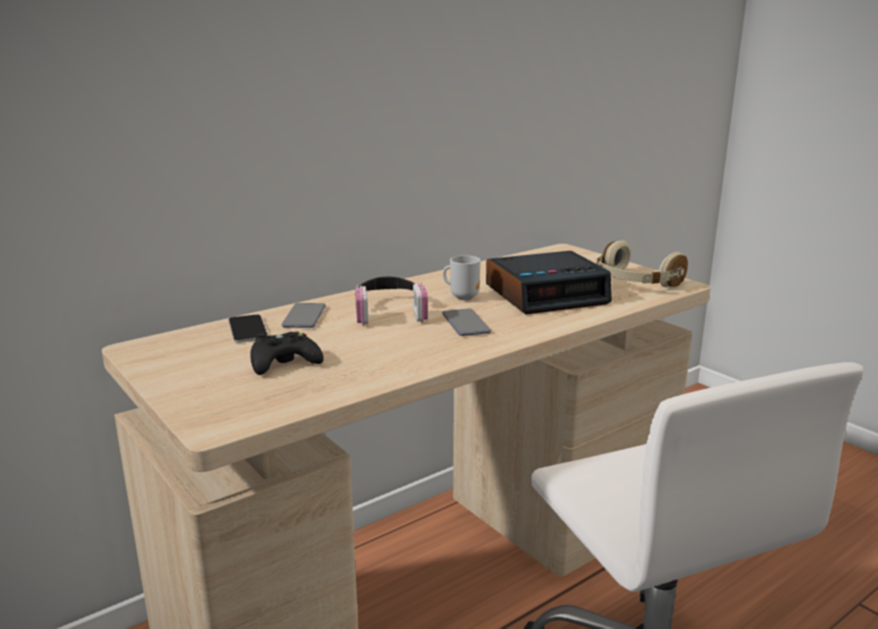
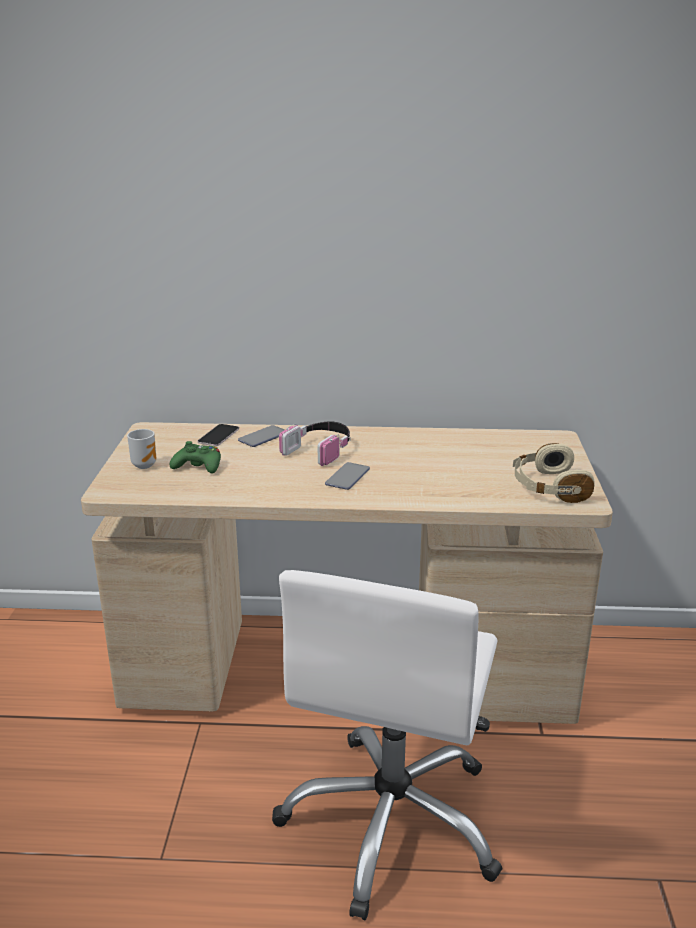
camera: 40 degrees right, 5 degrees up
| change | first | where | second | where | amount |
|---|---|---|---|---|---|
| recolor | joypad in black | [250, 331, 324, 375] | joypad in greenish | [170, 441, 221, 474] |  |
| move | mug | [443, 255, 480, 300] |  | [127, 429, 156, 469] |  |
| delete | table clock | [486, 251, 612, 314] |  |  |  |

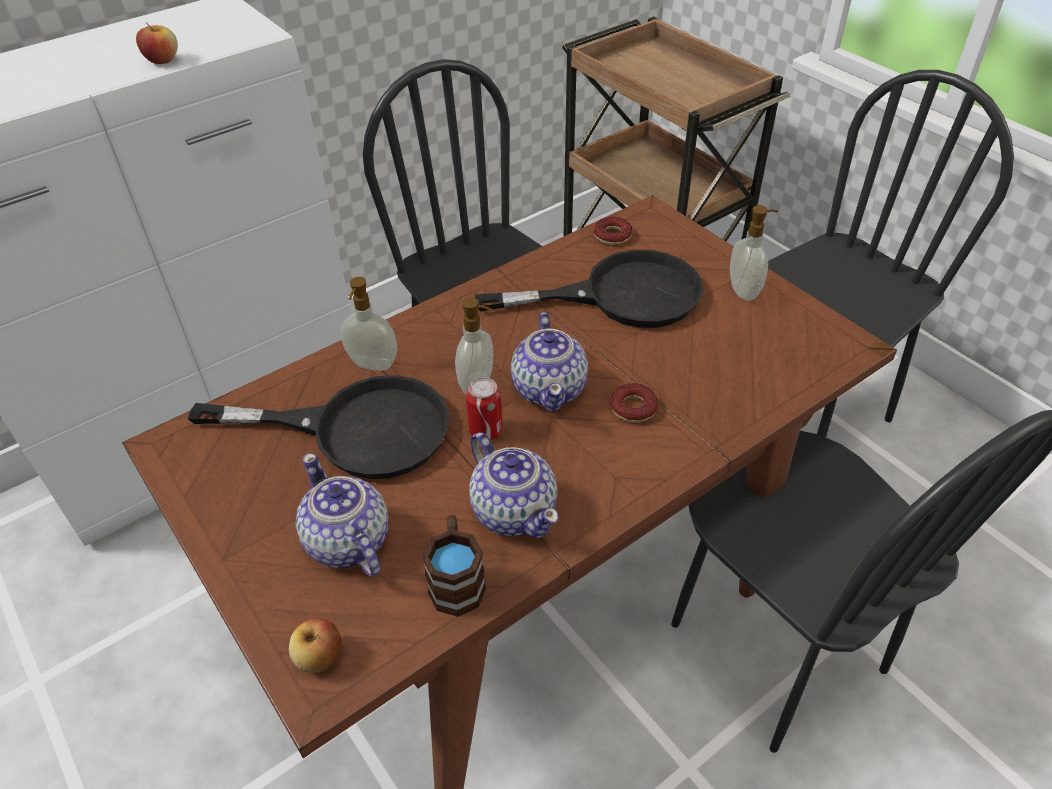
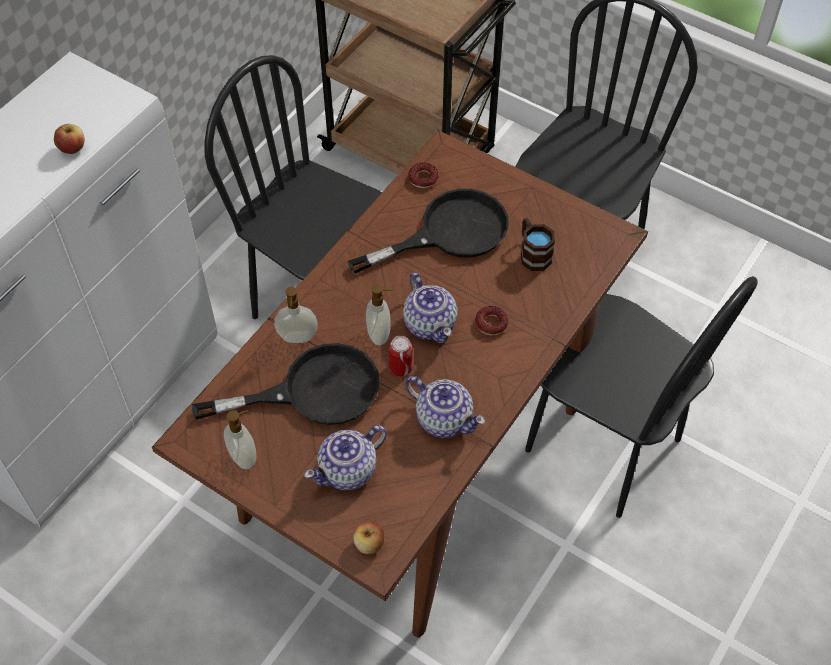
camera: 20 degrees left, 10 degrees up
| change | first | where | second | where | amount |
|---|---|---|---|---|---|
| rotate | teapot | [296, 453, 388, 576] |  | [304, 425, 387, 491] | 75 degrees counterclockwise |
| move | mug in brown-coloured | [422, 515, 486, 617] |  | [521, 218, 555, 271] |  |
| move | soap bottle | [730, 205, 779, 301] |  | [224, 410, 257, 469] |  |

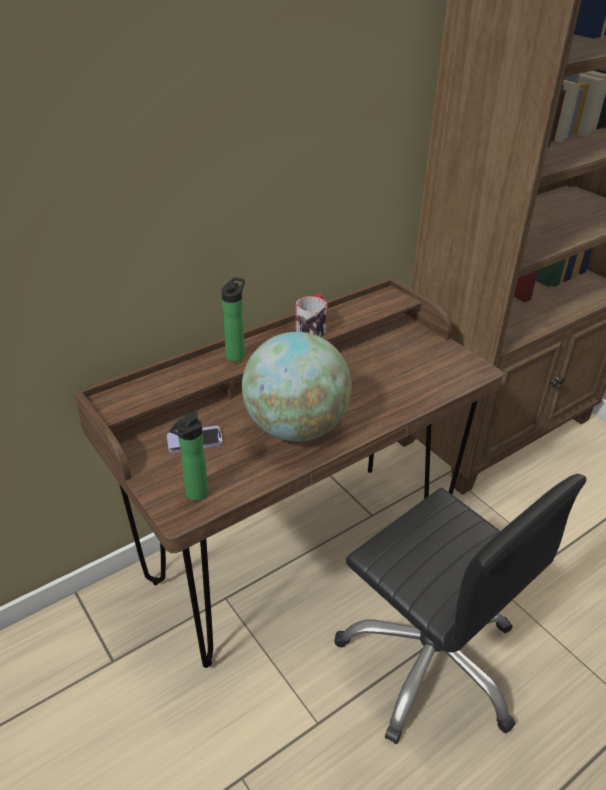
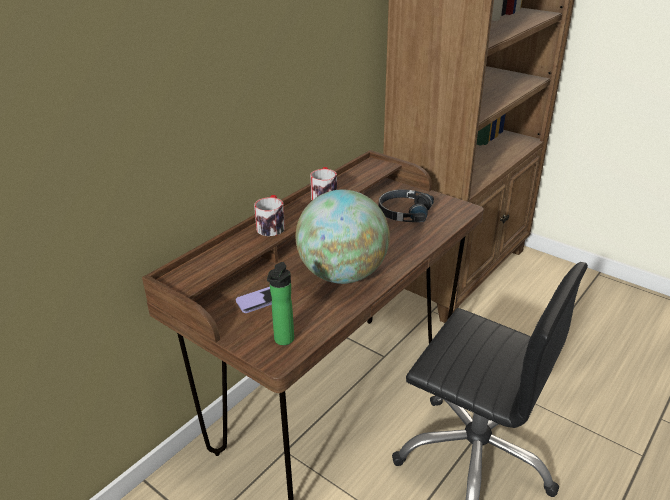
camera: 15 degrees left, 5 degrees down
| change | first | where | second | where | amount |
|---|---|---|---|---|---|
| replace | drink bottle | [221, 277, 245, 362] | mug | [254, 195, 285, 236] |  |
| insert |  |  | headphones in black | [379, 189, 434, 222] |  |

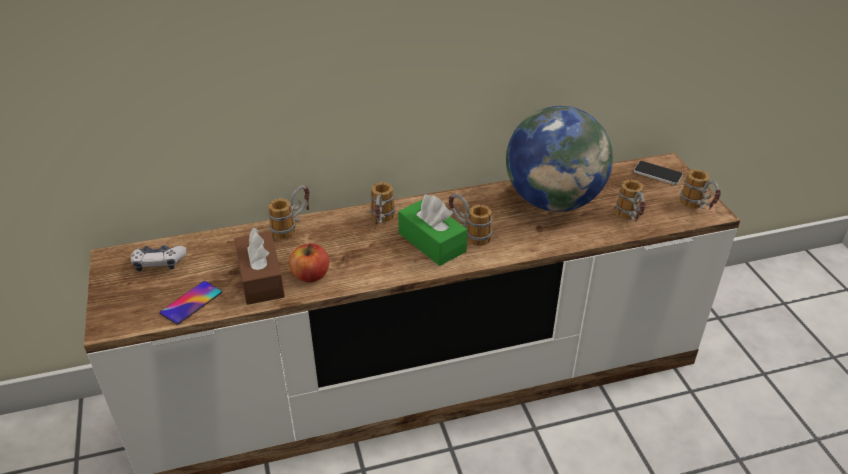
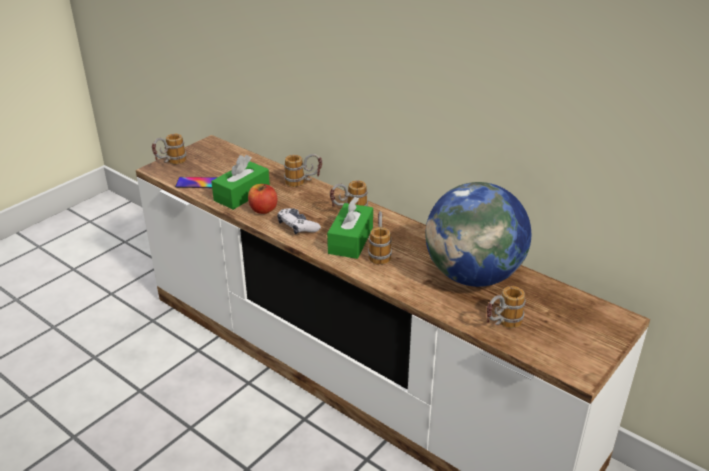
camera: 55 degrees right, 5 degrees down
| change | first | where | second | where | amount |
|---|---|---|---|---|---|
| move | joypad | [131, 245, 187, 272] |  | [277, 208, 321, 234] |  |
| recolor | box of tissues in brown-coloured | [234, 228, 285, 305] | box of tissues in greenish | [211, 155, 270, 210] |  |
| delete | phone | [634, 161, 683, 185] |  |  |  |
| move | mug | [680, 170, 721, 210] |  | [152, 134, 186, 164] |  |

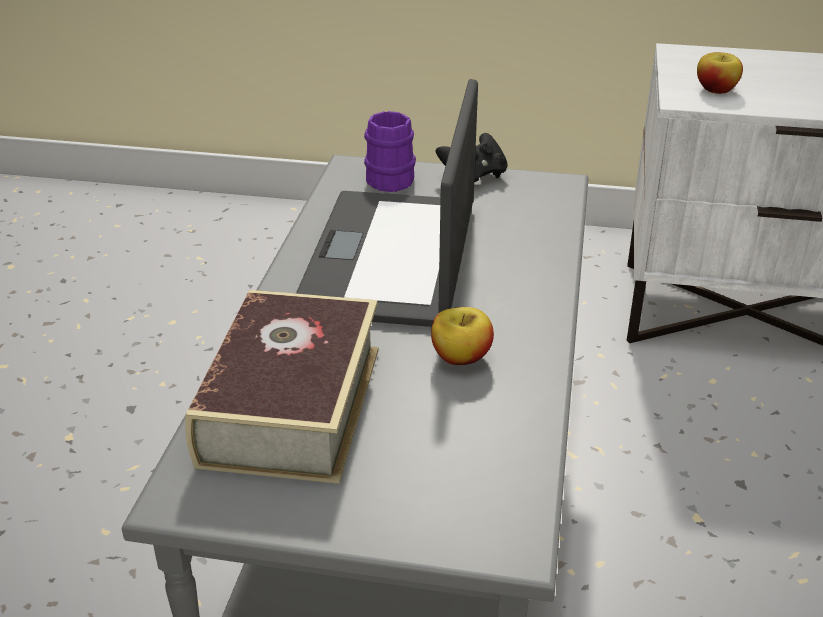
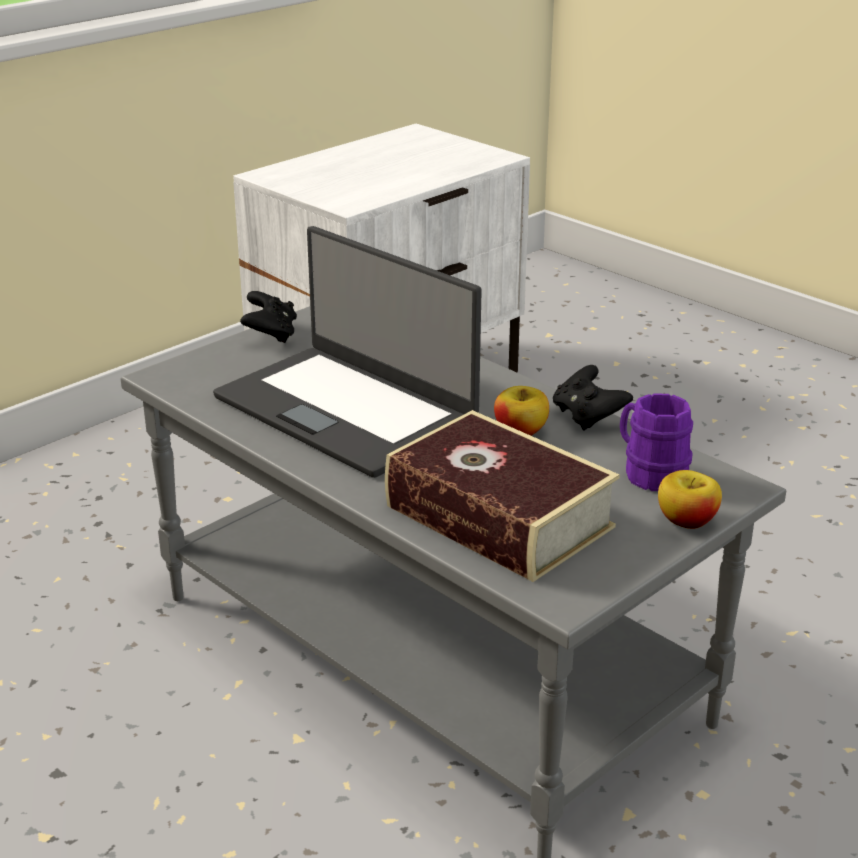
camera: 55 degrees left, 5 degrees down
| change | first | where | second | where | amount |
|---|---|---|---|---|---|
| move | mug in purple | [364, 111, 416, 192] |  | [620, 393, 693, 491] |  |
| move | apple | [697, 52, 743, 94] |  | [658, 470, 722, 529] |  |
| insert |  |  | joypad in black | [553, 365, 633, 431] |  |

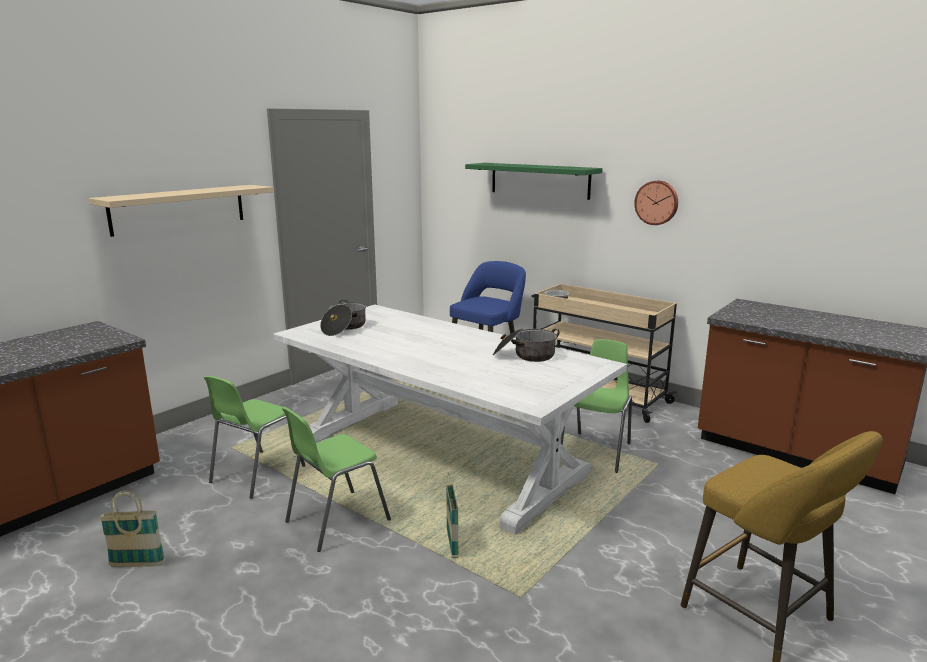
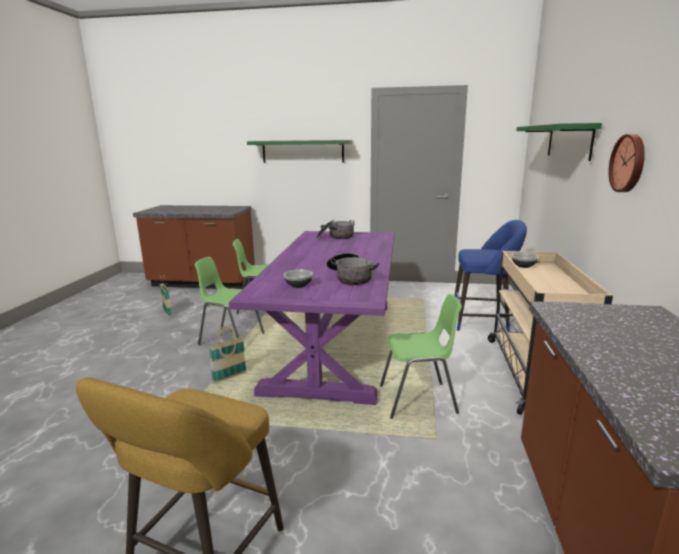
camera: 60 degrees right, 0 degrees up
| change | first | where | second | where | amount |
|---|---|---|---|---|---|
| recolor | bracket shelf in sand-coloured | [88, 185, 274, 237] | bracket shelf in greenish | [247, 140, 352, 163] |  |
| recolor | dinner table in white | [273, 305, 627, 535] | dinner table in purple | [229, 231, 394, 405] |  |
| insert |  |  | bowl | [284, 269, 313, 288] |  |

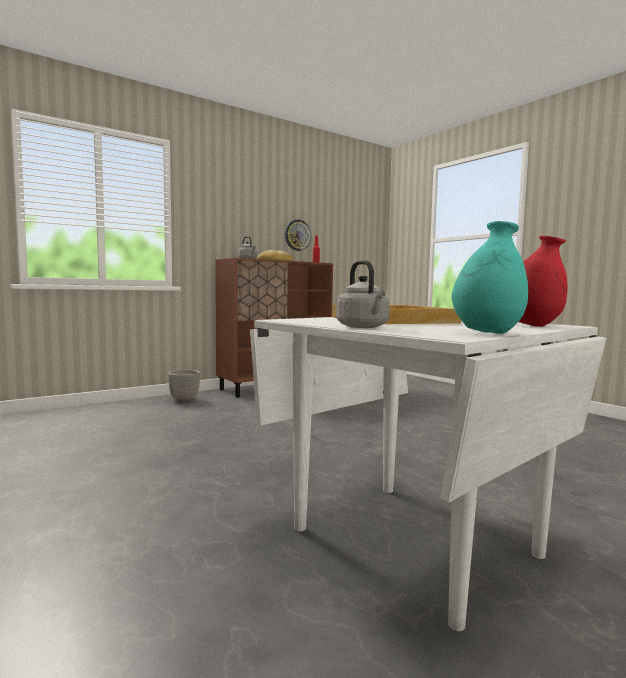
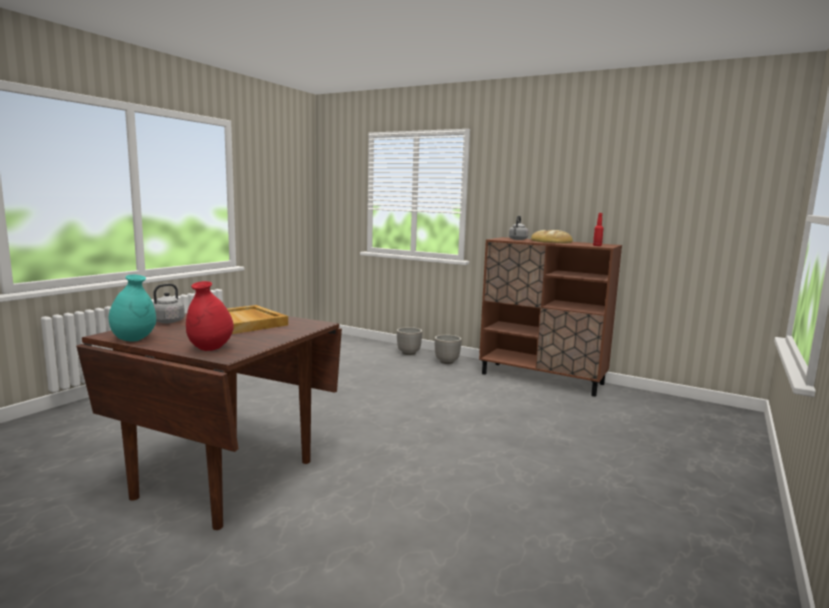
camera: 65 degrees right, 5 degrees up
| change | first | where | second | where | amount |
|---|---|---|---|---|---|
| recolor | dinner table in white | [250, 317, 606, 631] | dinner table in brown-coloured | [76, 313, 342, 530] |  |
| delete | hanging clock | [285, 220, 312, 251] |  |  |  |
| insert |  |  | planter | [397, 327, 422, 355] |  |

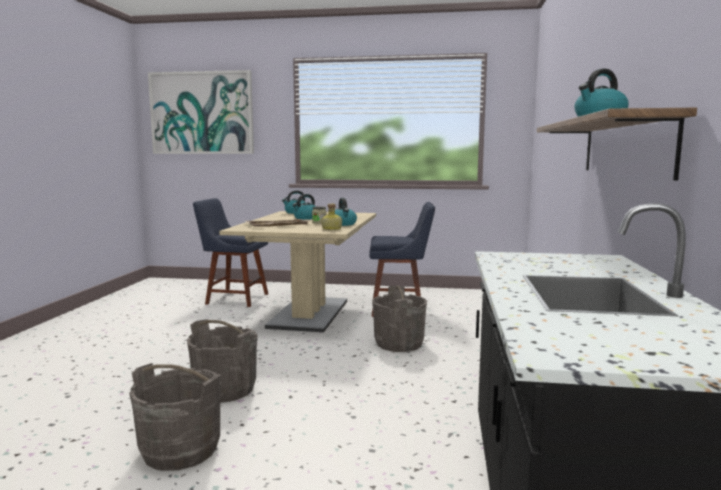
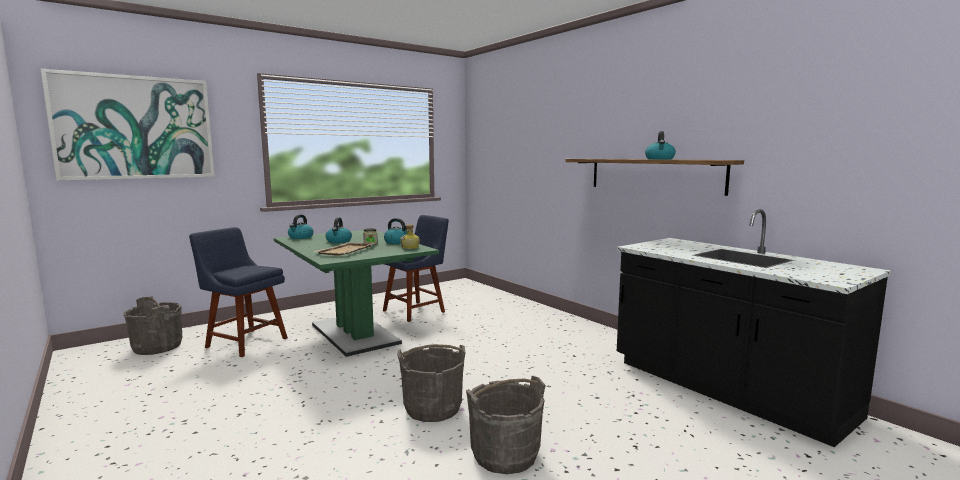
camera: 45 degrees left, 0 degrees up
| change | first | where | second | where | amount |
|---|---|---|---|---|---|
| rotate | chair in bluish | [193, 198, 268, 307] |  | [189, 227, 288, 357] | 60 degrees clockwise |
| recolor | dinner table in sand-coloured | [219, 211, 376, 332] | dinner table in greenish | [274, 230, 439, 357] |  |
| move | pail in grey | [372, 285, 427, 352] |  | [123, 297, 182, 355] |  |

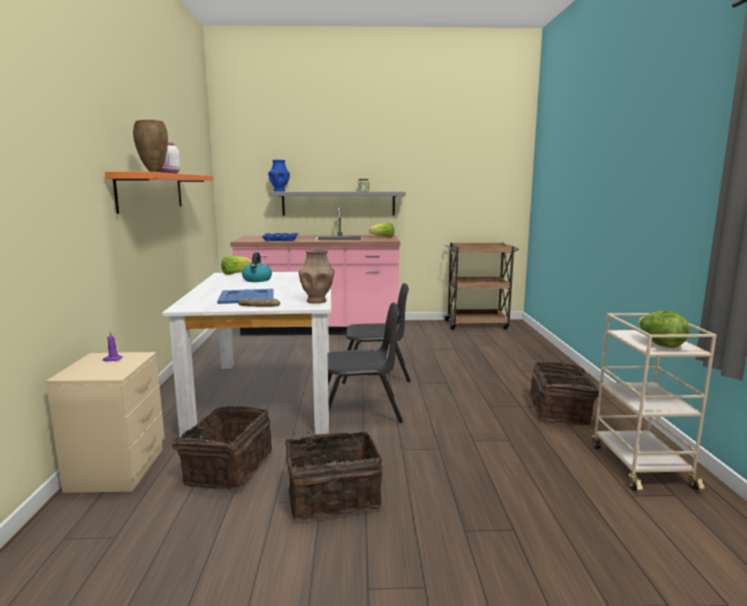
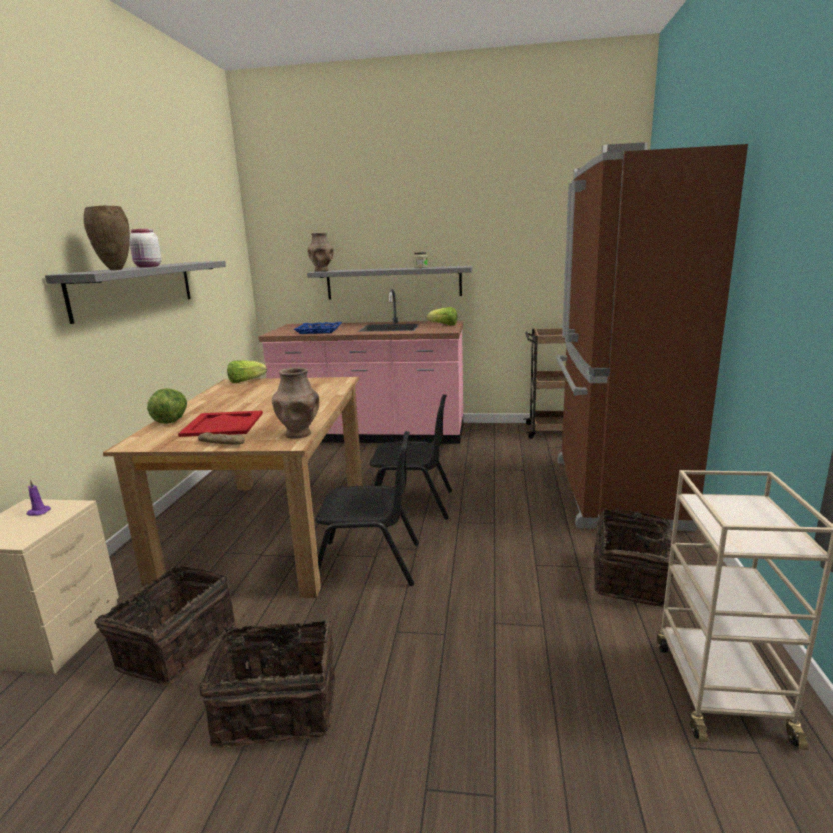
camera: 10 degrees right, 5 degrees up
| change | first | where | second | where | amount |
|---|---|---|---|---|---|
| recolor | bracket shelf in orange-coloured | [105, 172, 214, 214] | bracket shelf in grey | [45, 261, 226, 324] |  |
| recolor | dinner table in white | [162, 272, 331, 437] | dinner table in brown-coloured | [103, 377, 362, 598] |  |
| recolor | carrying tray in bluish | [217, 289, 274, 304] | carrying tray in red-coloured | [178, 411, 263, 437] |  |
| delete | kettle | [242, 252, 272, 282] |  |  |  |
| recolor | decorative vase in bluish | [268, 160, 290, 191] | decorative vase in brown-coloured | [307, 233, 334, 272] |  |
| move | lettuce | [638, 310, 690, 348] |  | [147, 388, 187, 424] |  |
| insert |  |  | kitchen fridge in brown-coloured | [556, 142, 748, 531] |  |

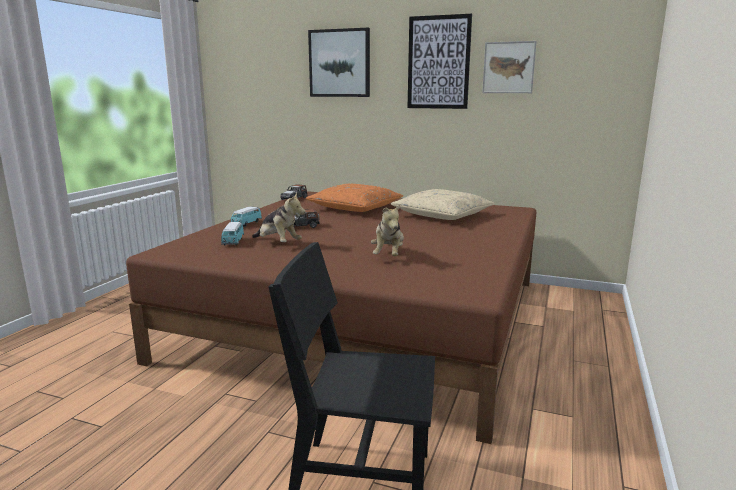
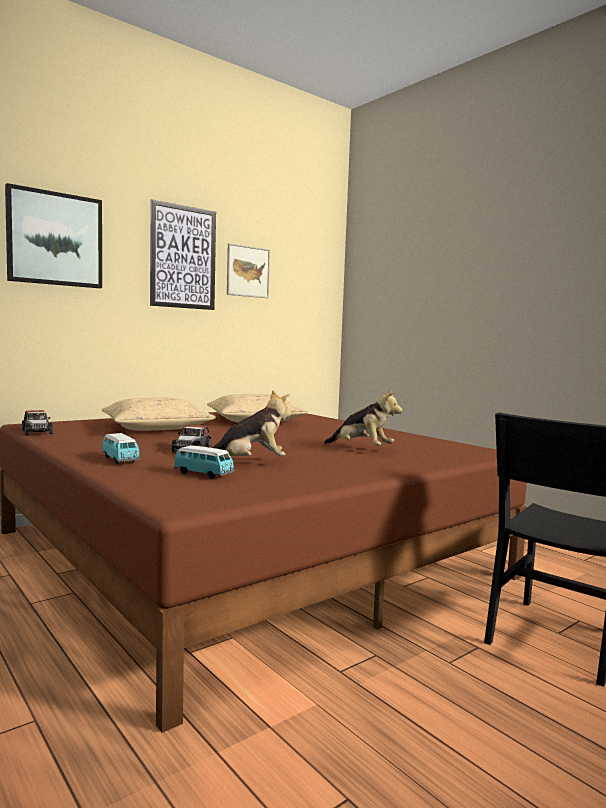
camera: 60 degrees left, 10 degrees down
| change | first | where | second | where | amount |
|---|---|---|---|---|---|
| recolor | throw pillow in orange-coloured | [306, 184, 403, 212] | throw pillow in sand-coloured | [102, 397, 216, 431] |  |

